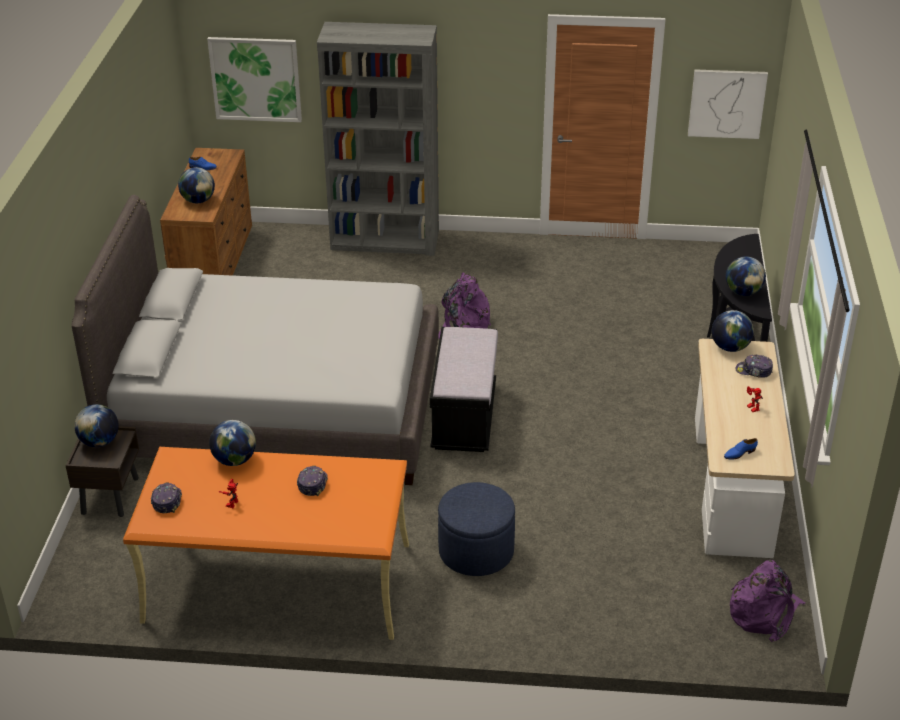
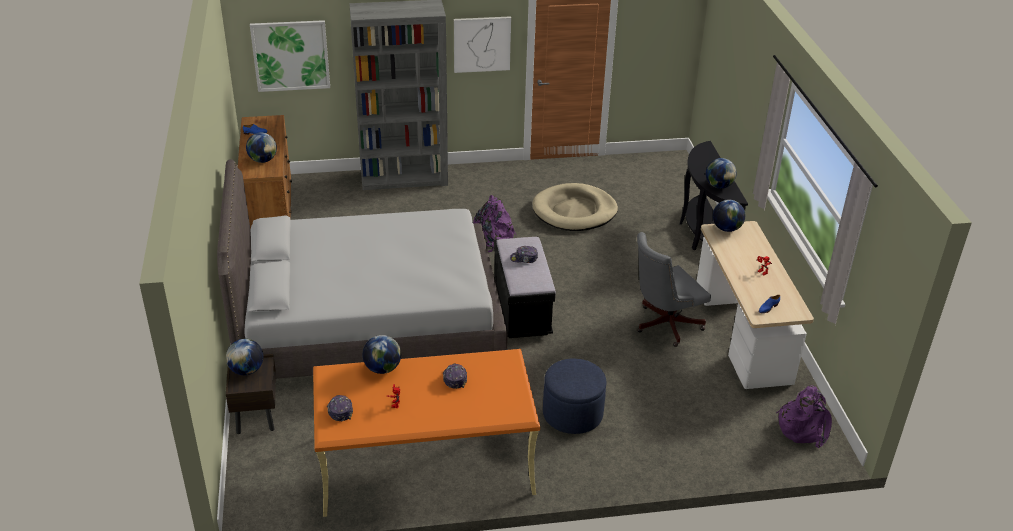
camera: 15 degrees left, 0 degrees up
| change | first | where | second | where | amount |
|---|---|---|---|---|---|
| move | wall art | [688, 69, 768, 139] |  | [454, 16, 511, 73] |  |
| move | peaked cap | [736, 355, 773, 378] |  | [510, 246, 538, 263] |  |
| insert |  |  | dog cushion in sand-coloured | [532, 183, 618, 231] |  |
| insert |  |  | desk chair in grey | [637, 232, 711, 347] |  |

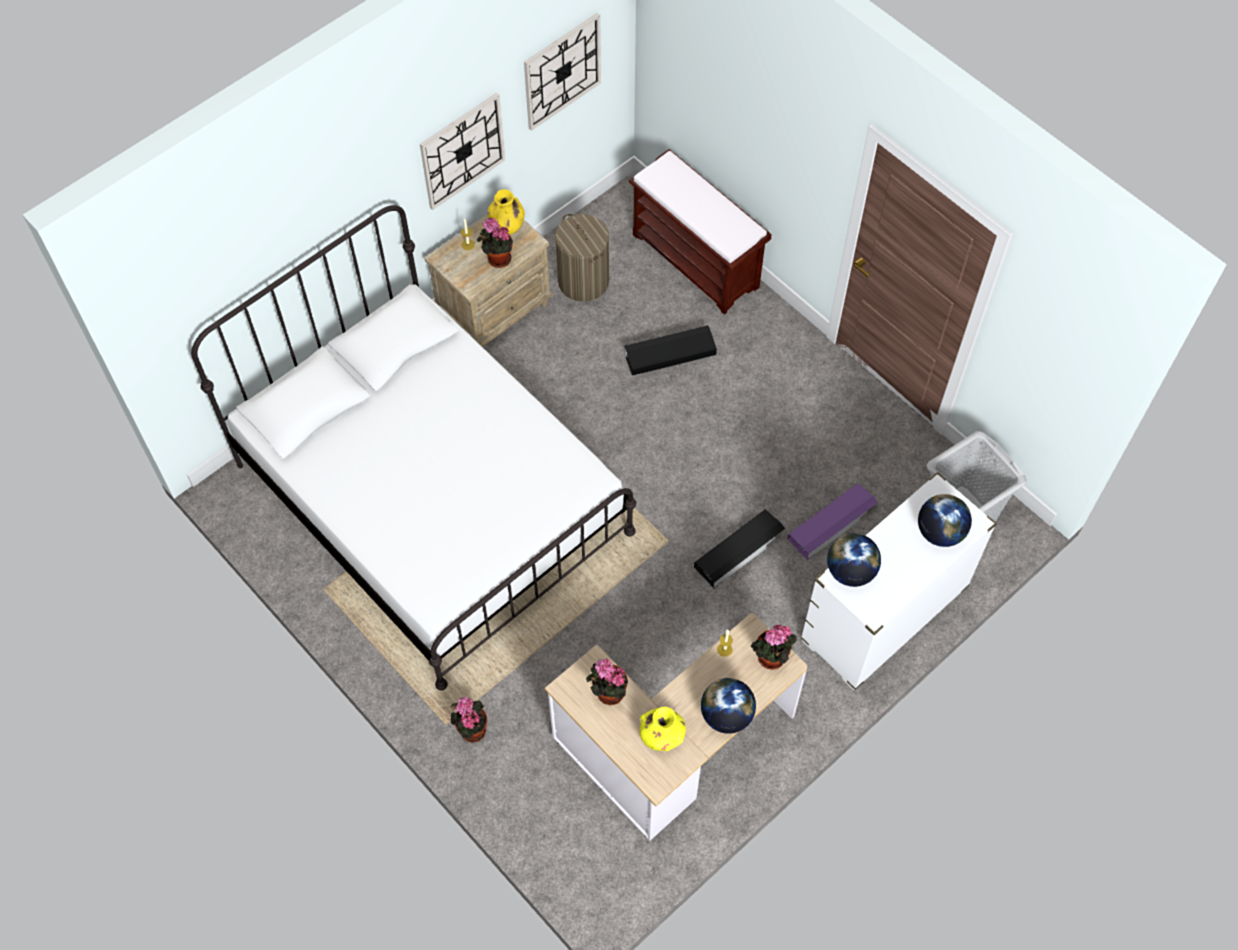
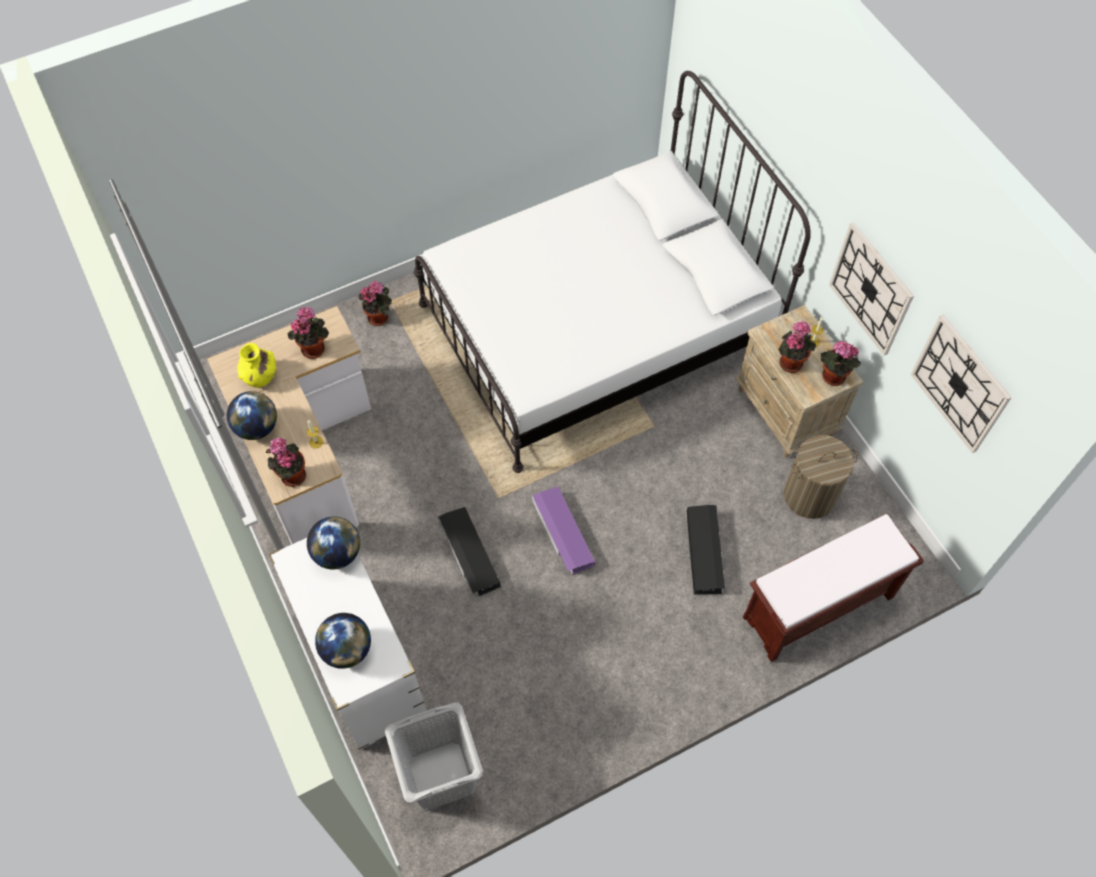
camera: 105 degrees right, 0 degrees up
| change | first | where | second | where | amount |
|---|---|---|---|---|---|
| replace | decorative vase in yellowish | [488, 189, 525, 235] | houseplant | [821, 341, 861, 386] |  |
| move | storage box in purple | [787, 483, 878, 561] |  | [532, 487, 595, 575] |  |

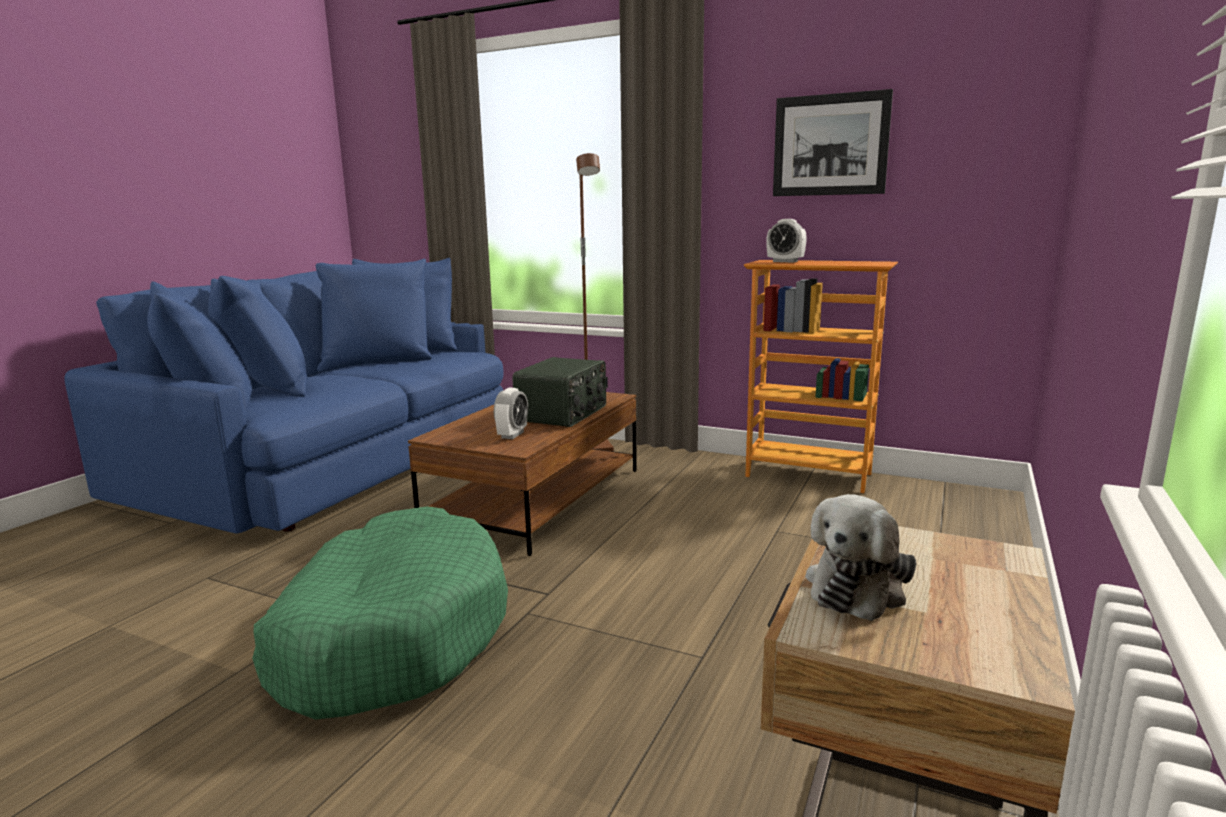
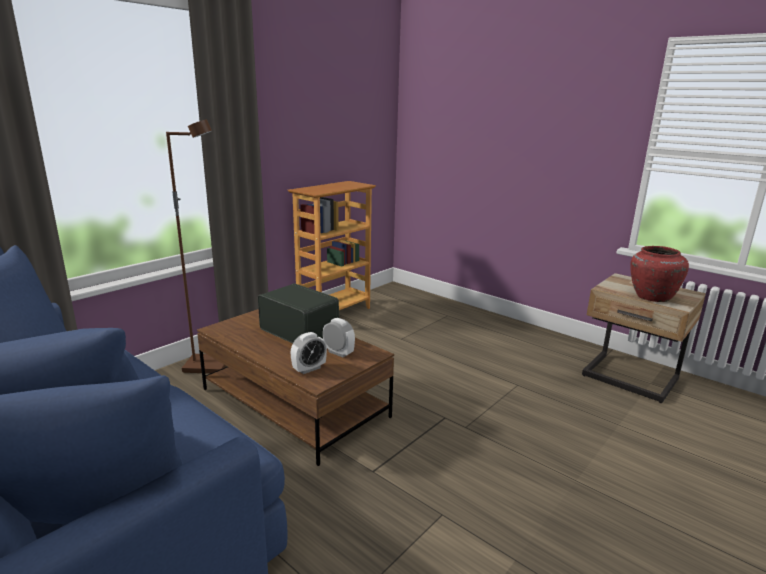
camera: 75 degrees left, 5 degrees up
| change | first | where | second | where | amount |
|---|---|---|---|---|---|
| delete | dog cushion in greenish | [252, 506, 508, 720] |  |  |  |
| move | table clock | [766, 219, 807, 263] |  | [291, 332, 327, 374] |  |
| delete | wall art | [773, 89, 893, 196] |  |  |  |
| replace | cuddly toy | [806, 494, 917, 621] | decorative vase in red-coloured | [630, 246, 689, 302] |  |

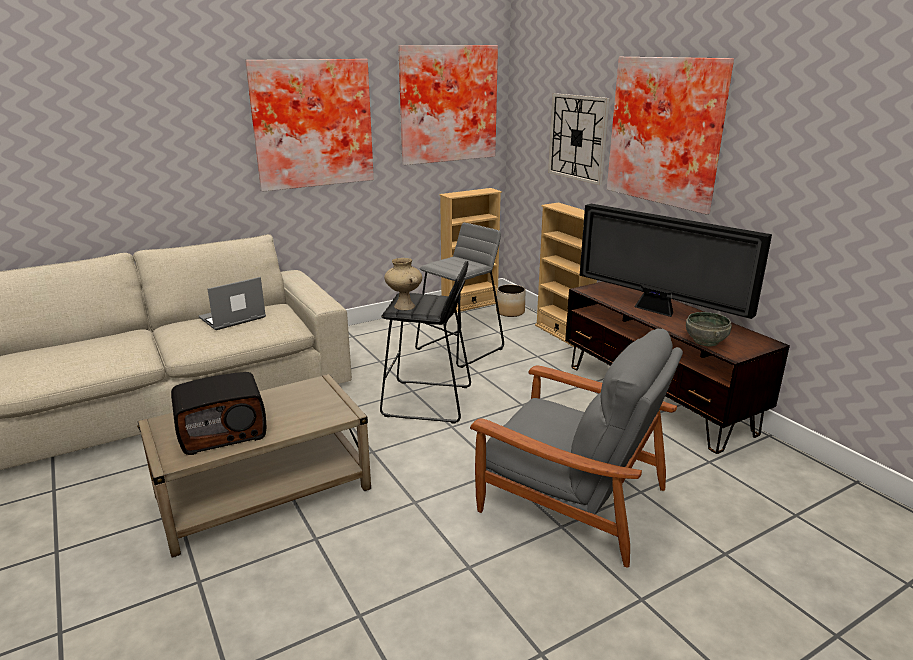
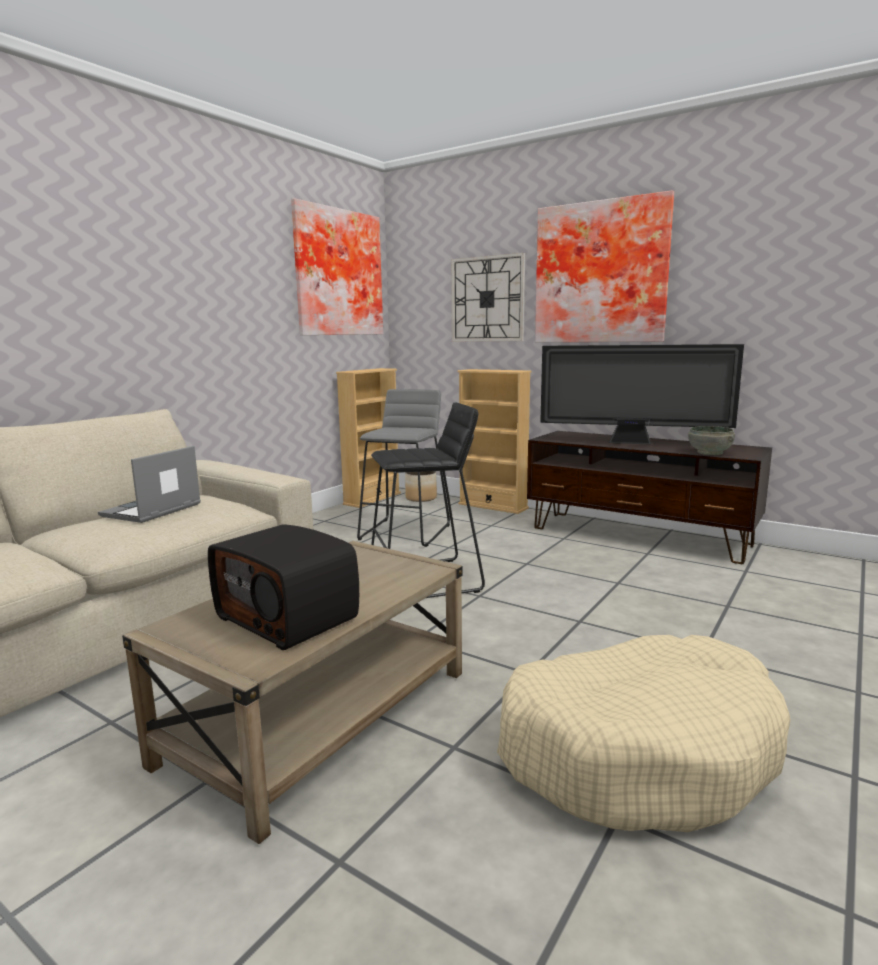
camera: 25 degrees left, 10 degrees down
| change | first | where | second | where | amount |
|---|---|---|---|---|---|
| rotate | radio receiver | [171, 372, 266, 455] |  | [208, 524, 359, 650] | 90 degrees clockwise |
| delete | wall art | [245, 59, 374, 192] |  |  |  |
| delete | decorative vase in sand-coloured | [384, 258, 422, 310] |  |  |  |
| delete | lounge chair in grey | [470, 329, 683, 567] |  |  |  |
| insert |  |  | dog cushion in sand-coloured | [497, 635, 791, 832] |  |

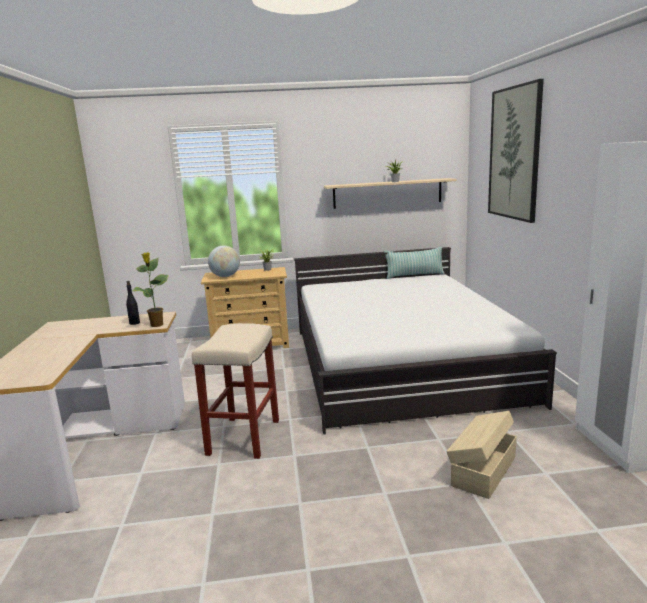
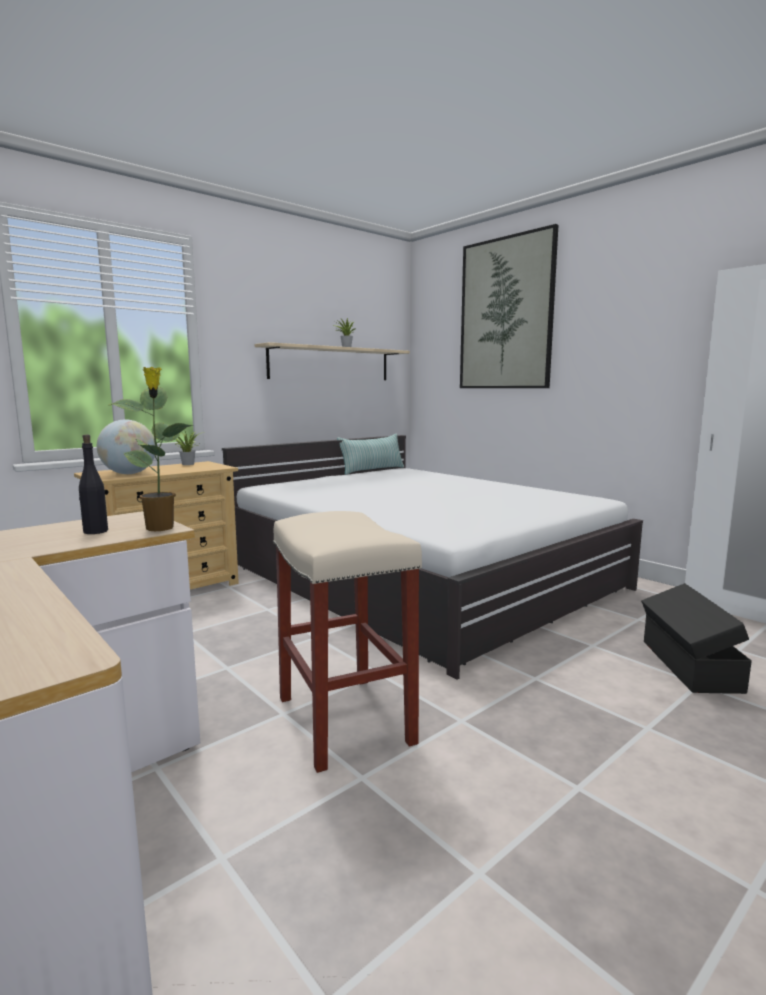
camera: 35 degrees left, 5 degrees down
| change | first | where | second | where | amount |
|---|---|---|---|---|---|
| recolor | storage box in sand-coloured | [446, 411, 517, 499] | storage box in black | [641, 583, 752, 694] |  |

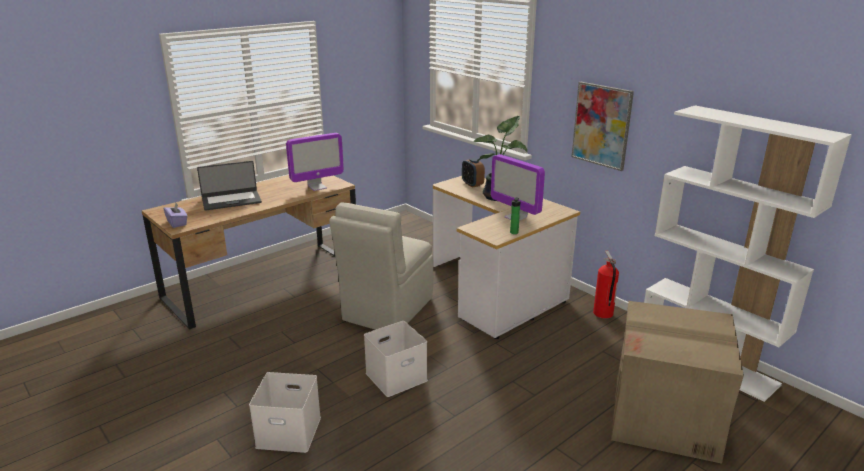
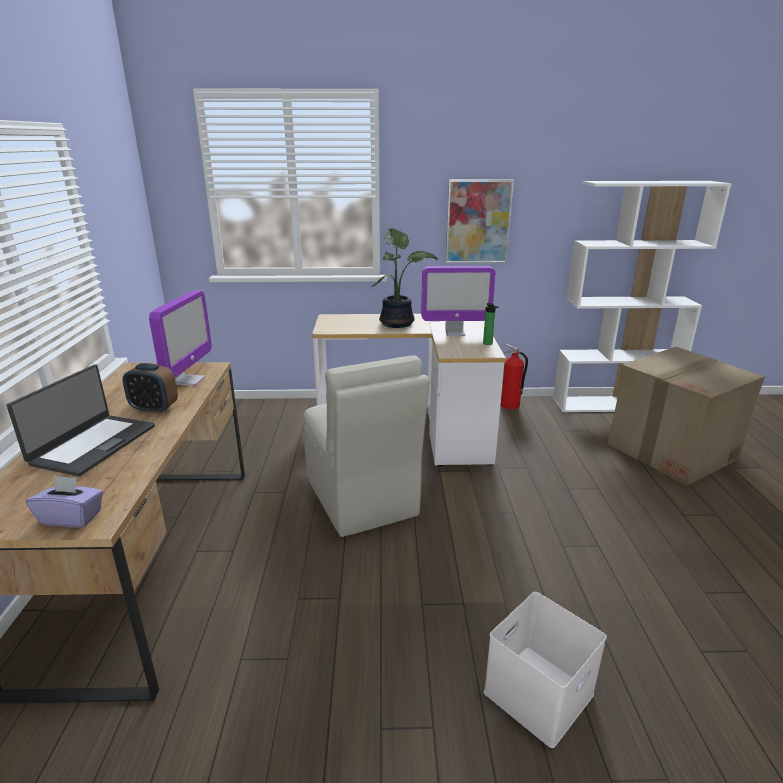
camera: 50 degrees left, 0 degrees up
| change | first | where | second | where | amount |
|---|---|---|---|---|---|
| delete | storage box in white | [364, 321, 428, 397] |  |  |  |
| move | table clock | [462, 158, 485, 188] |  | [122, 363, 178, 414] |  |

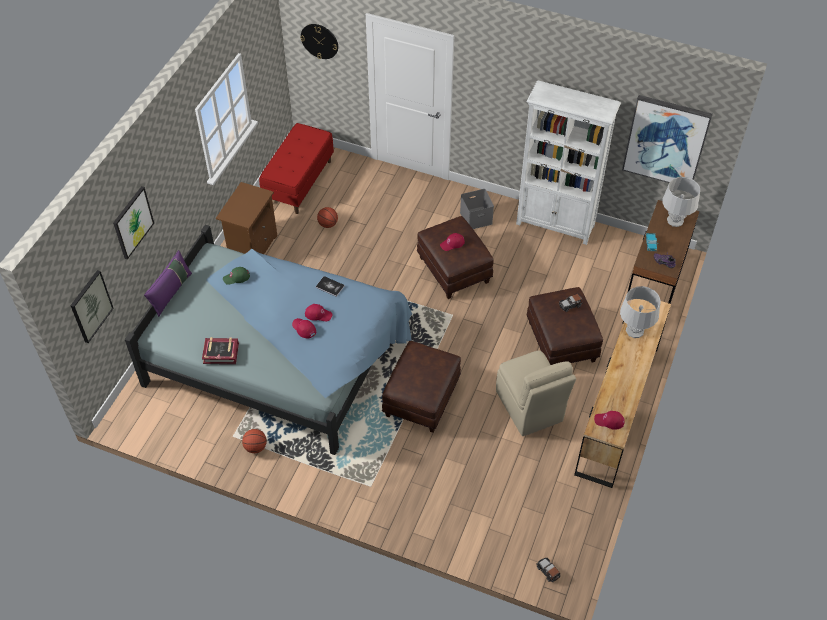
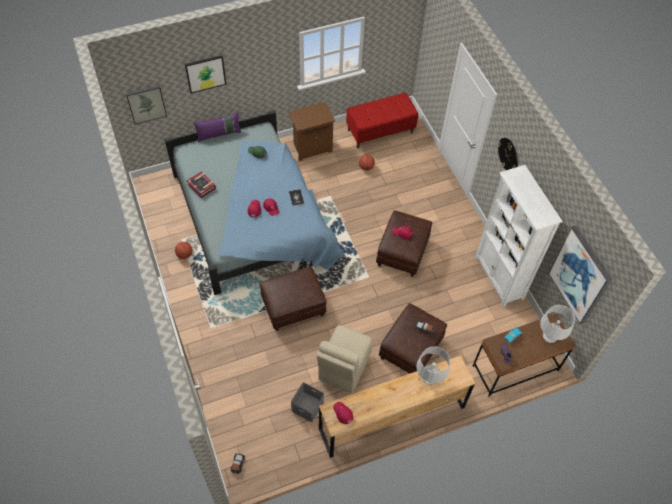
camera: 45 degrees right, 5 degrees up
| change | first | where | second | where | amount |
|---|---|---|---|---|---|
| move | hanging clock | [300, 24, 338, 59] |  | [498, 138, 518, 170] |  |
| move | storage box in grey | [460, 189, 494, 229] |  | [291, 382, 324, 422] |  |

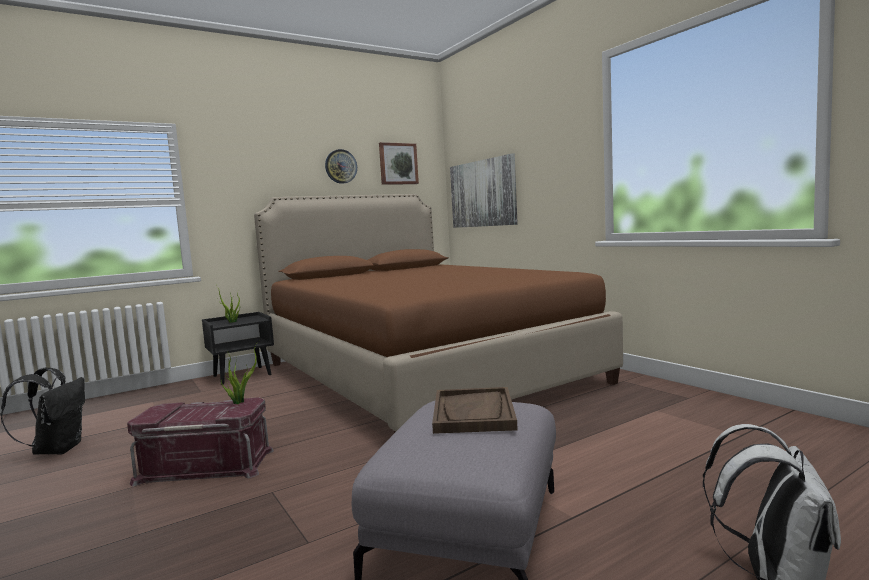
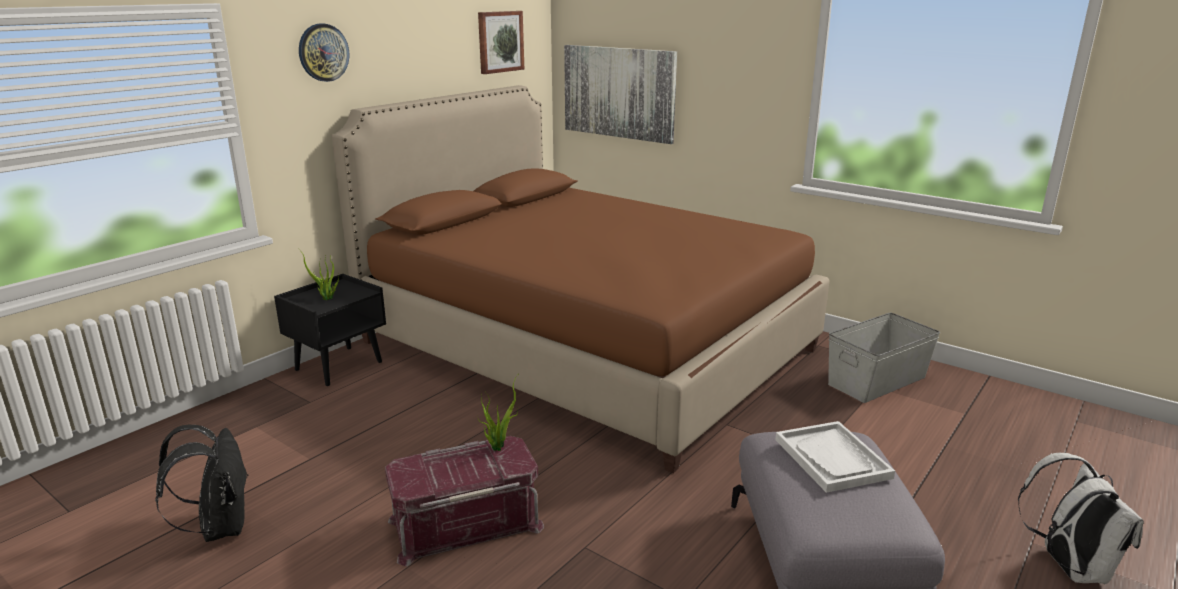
camera: 20 degrees left, 15 degrees up
| change | first | where | second | where | amount |
|---|---|---|---|---|---|
| move | hanging clock | [325, 149, 357, 184] |  | [299, 23, 349, 82] |  |
| recolor | carrying tray in brown-coloured | [432, 387, 518, 434] | carrying tray in white | [775, 421, 895, 493] |  |
| insert |  |  | storage box in grey | [828, 313, 940, 403] |  |

